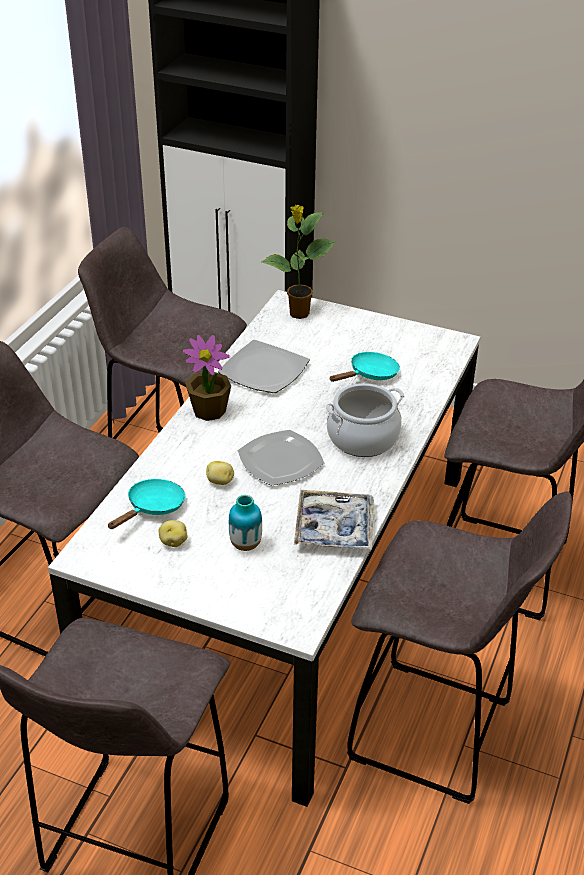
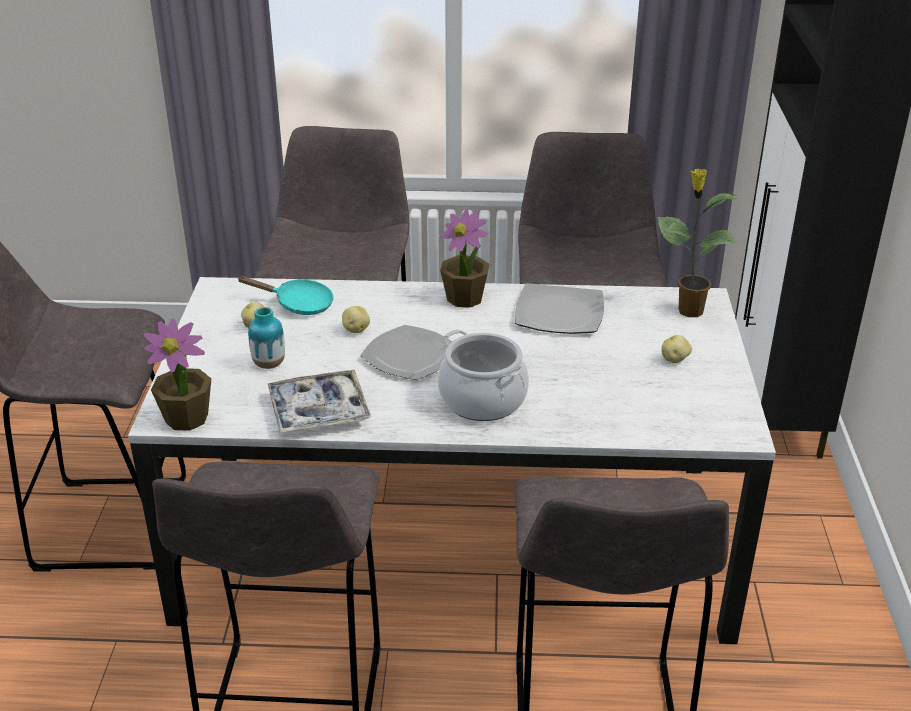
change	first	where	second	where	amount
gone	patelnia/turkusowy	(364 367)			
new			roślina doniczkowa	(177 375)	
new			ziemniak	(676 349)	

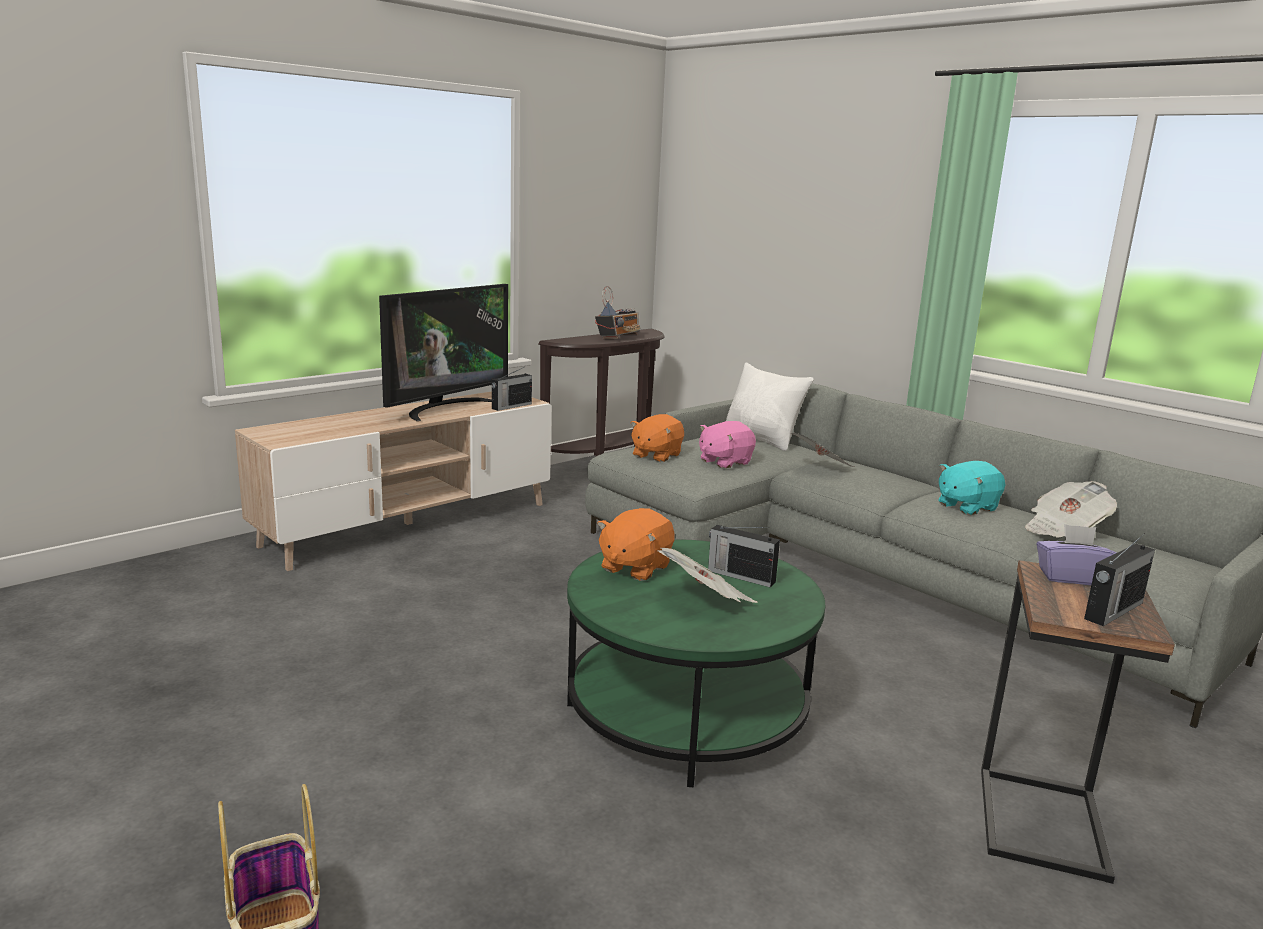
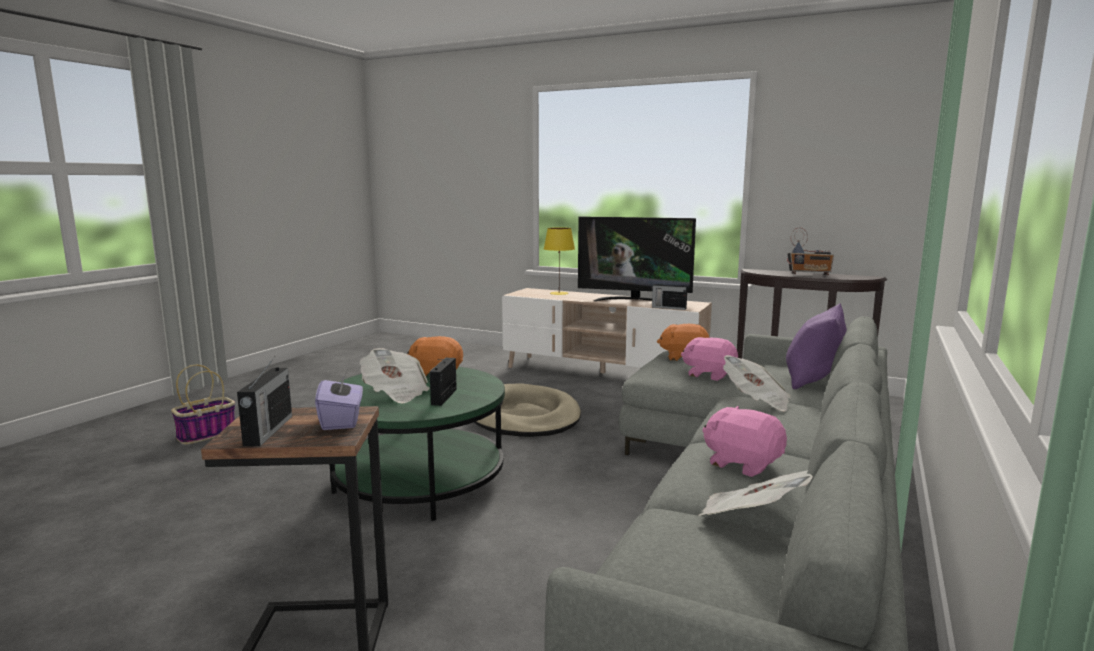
change	first	where	second	where	amount
new			legowisko/beżowy	(527 410)	
new			lampa stołowa/żółty	(559 261)	
repainted	poduszka/biały	(770 407)	poduszka/fioletowy	(816 346)	
repainted	pluszak/turkusowy	(972 488)	pluszak/różowy	(744 441)	
rotated	radio	(1119 579)		(264 401)	120 degrees counterclockwise

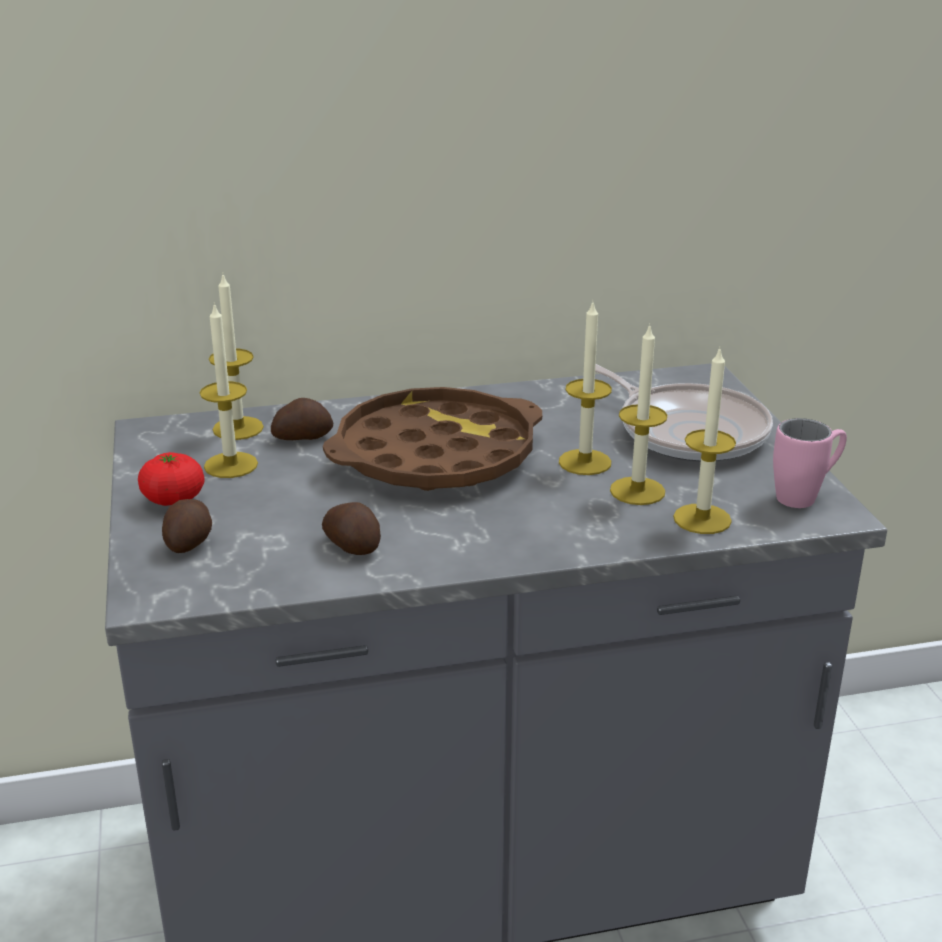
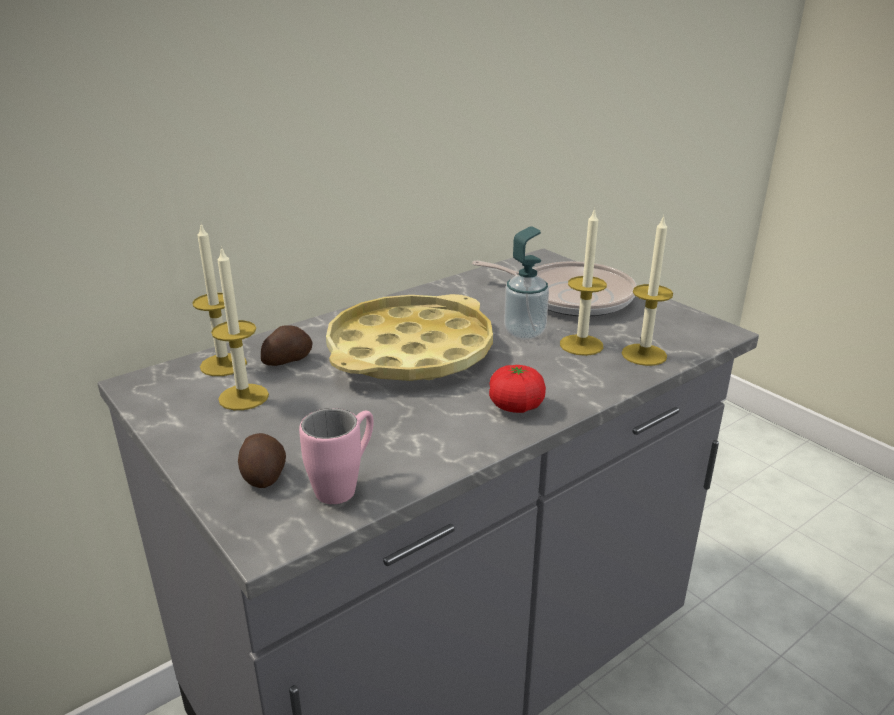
change	first	where	second	where	amount
gone	ziemniak	(351 528)			
shifted	pomidor	(171 479)		(517 389)	
shifted	kubek/różowy	(810 463)		(336 456)	
swapped	świeca	(585 389)	dozownik mydła	(526 283)	
repainted	taca/brązowy	(432 439)	taca/żółty	(409 337)	

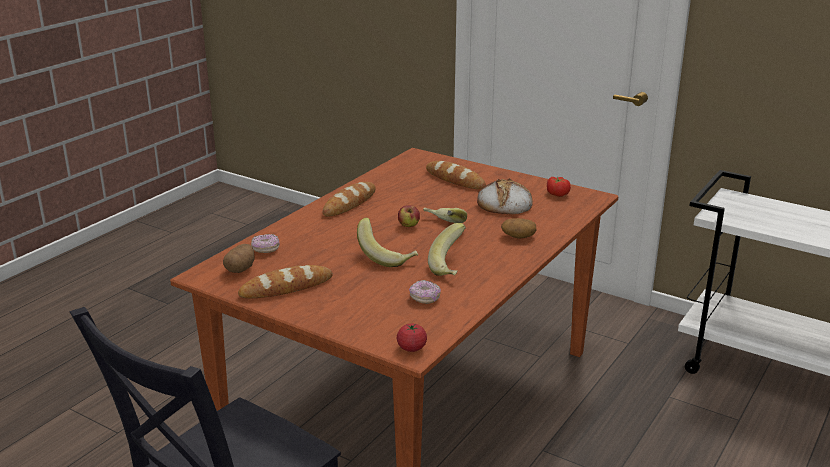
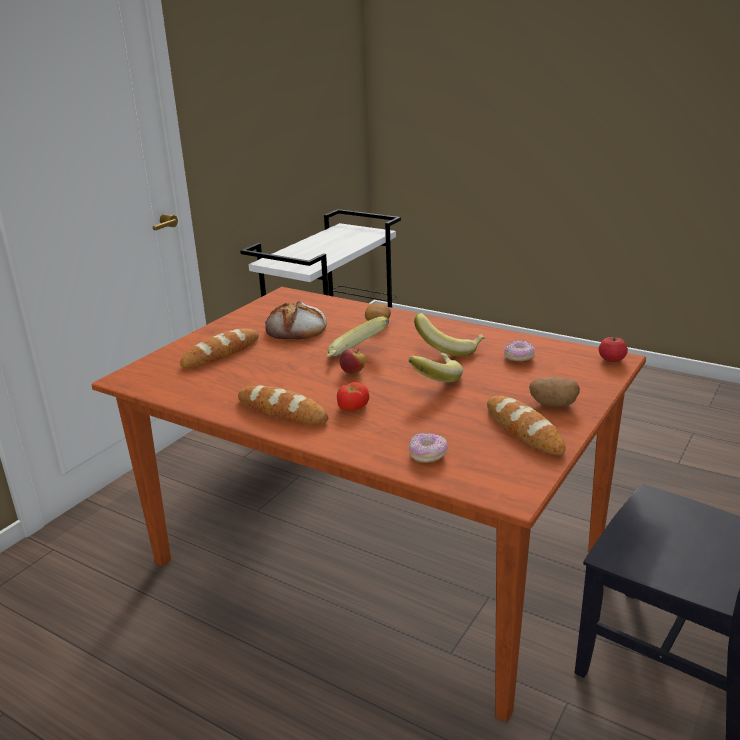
change	first	where	second	where	amount
shifted	ziemniak	(239 258)		(554 392)	
shifted	pomidor	(559 187)		(353 396)	

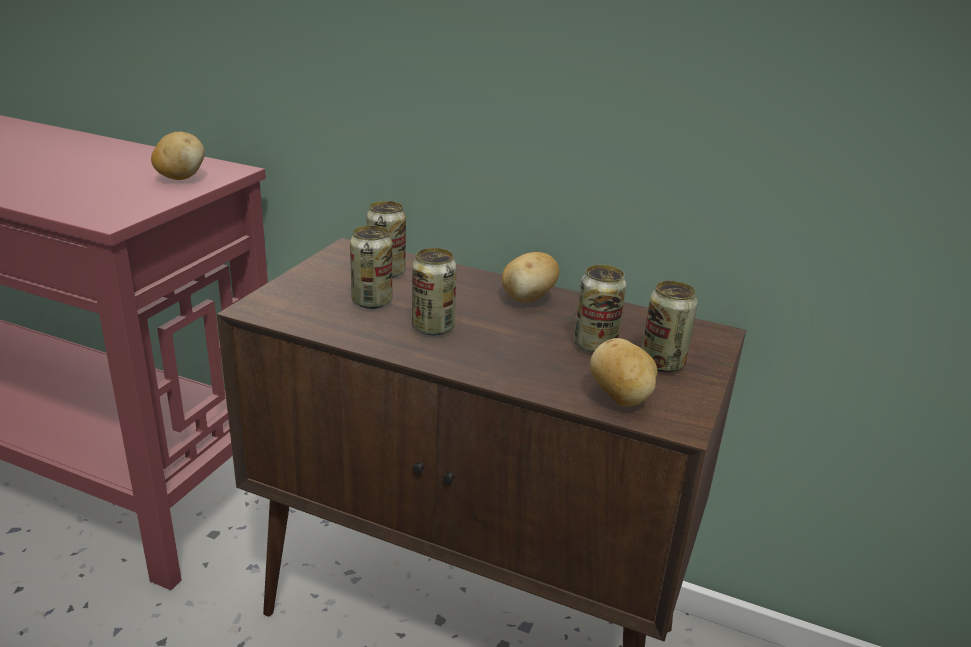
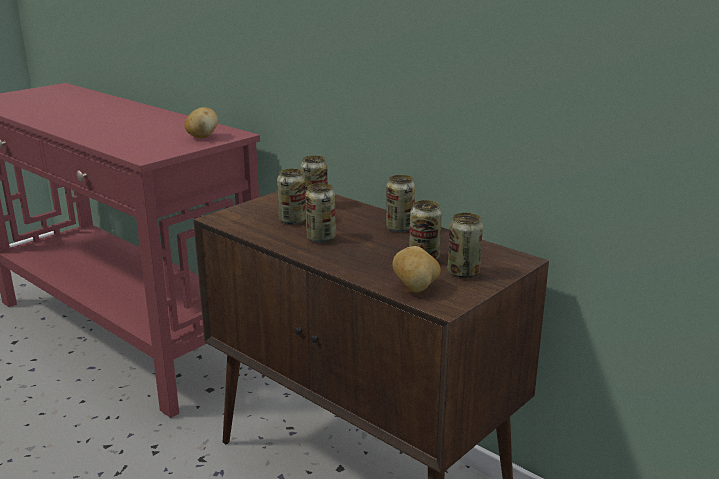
change	first	where	second	where	amount
swapped	ziemniak	(530 277)	puszka	(400 203)	

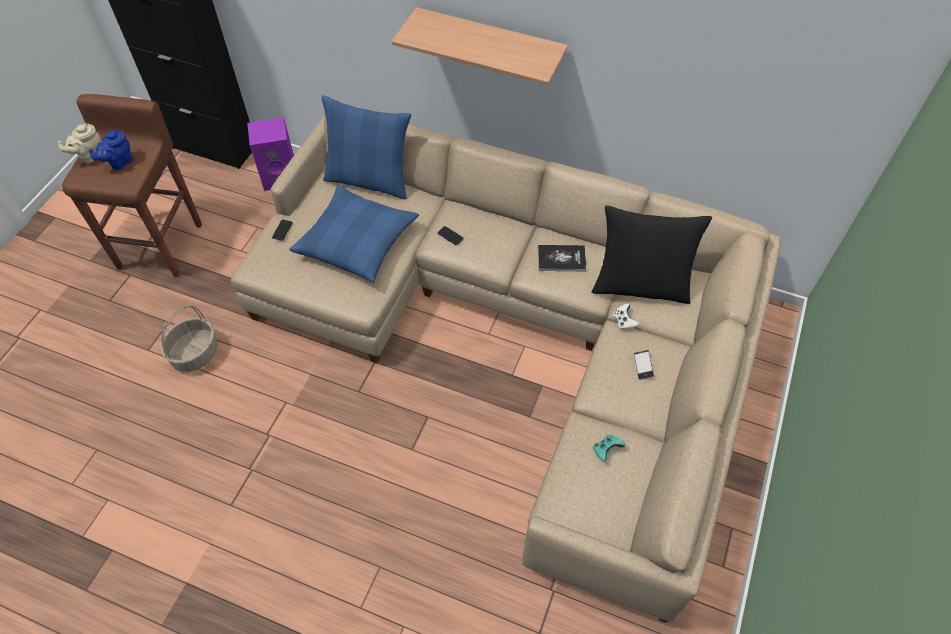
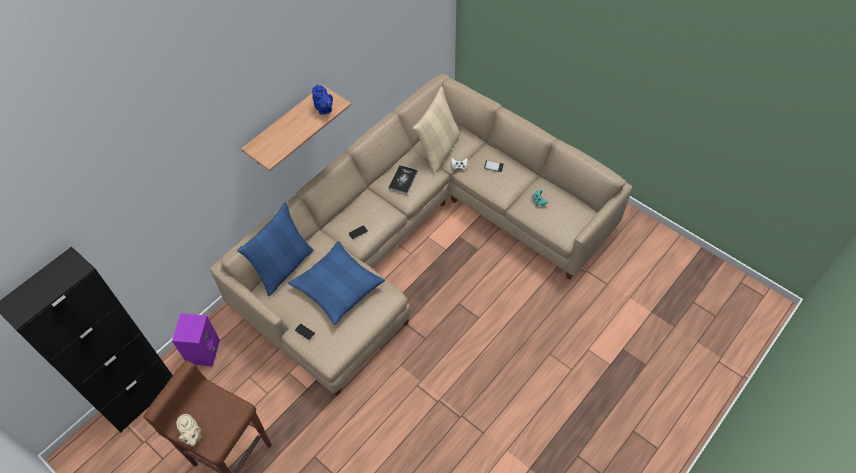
change	first	where	second	where	amount
gone	koszyk	(189 338)			
shifted	imbryk/niebieski	(111 150)		(322 100)	
repainted	poduszka/czarny	(651 254)	poduszka/beżowy	(437 130)	

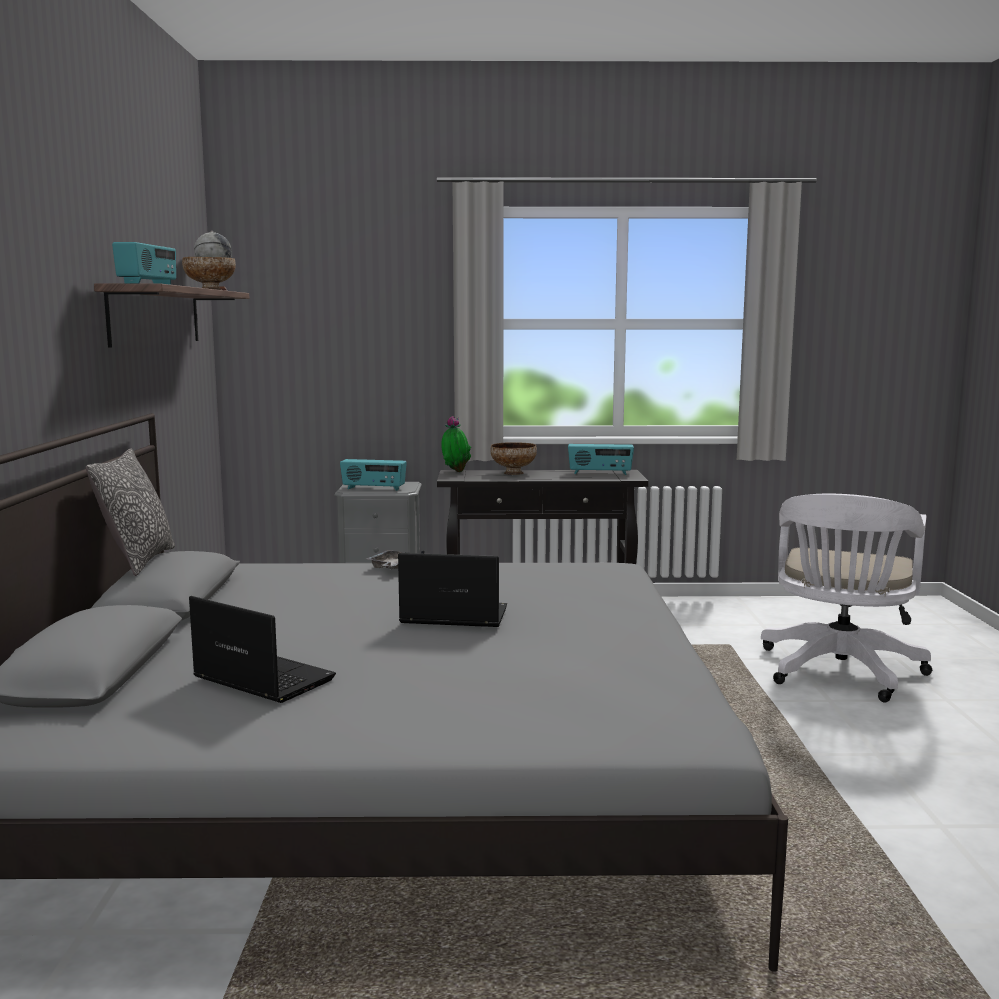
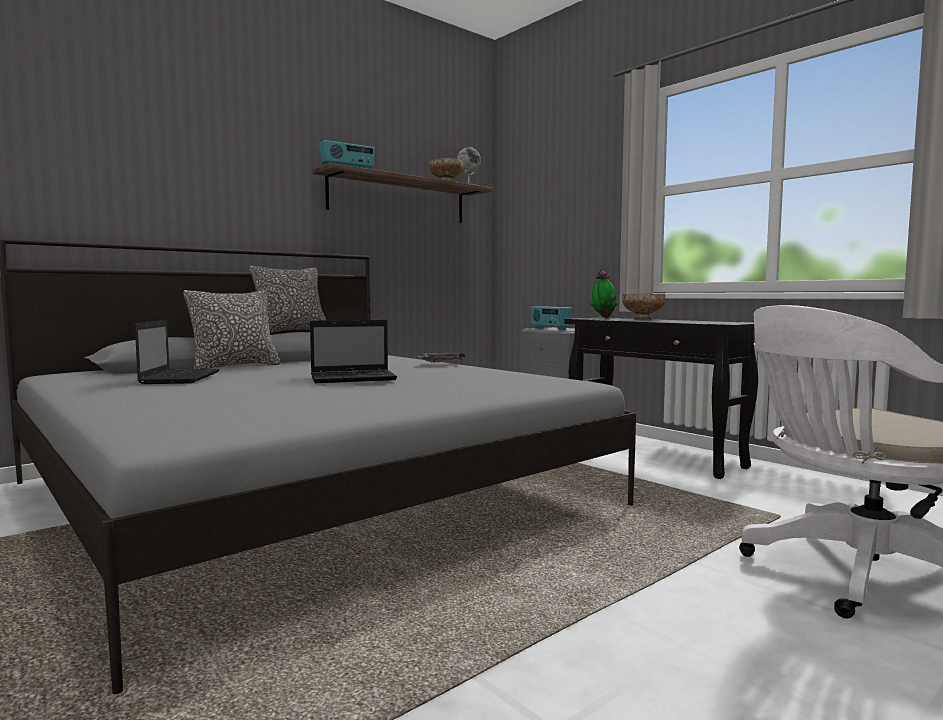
change	first	where	second	where	amount
gone	radio	(601 459)			
new			poduszka	(231 329)	
rotated	laptop	(452 590)		(353 351)	105 degrees clockwise

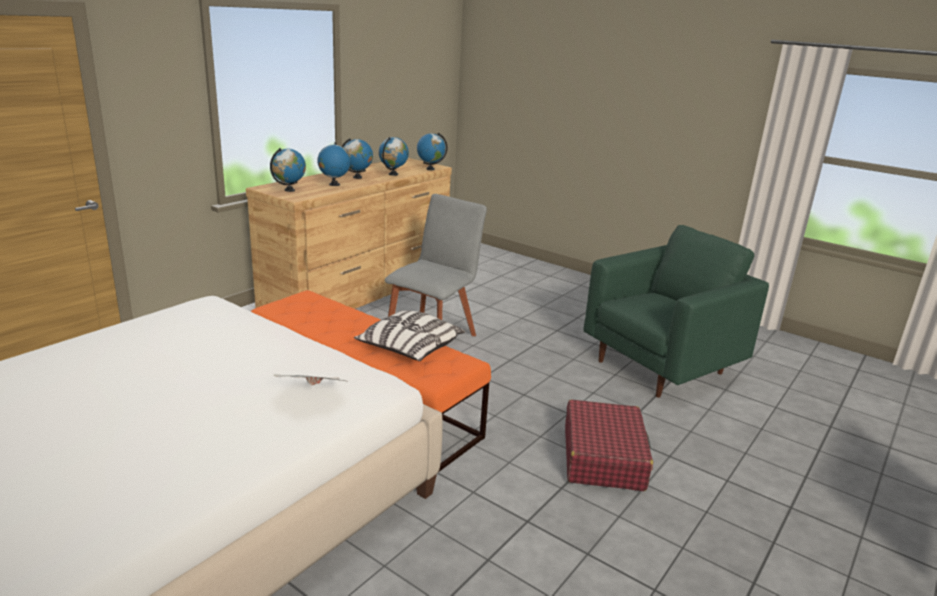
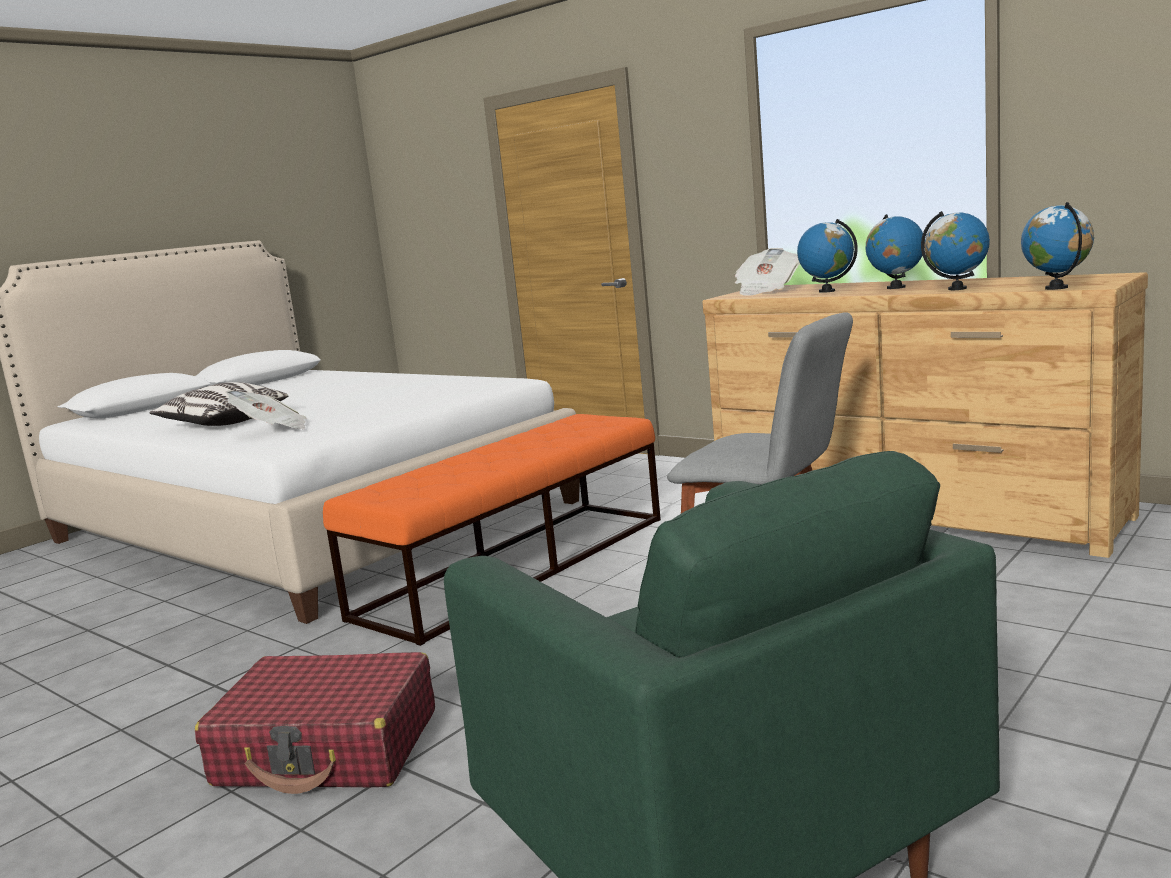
change	first	where	second	where	amount
shifted	poduszka	(409 335)		(218 404)	
swapped	globus	(288 170)	gazeta	(767 272)	

